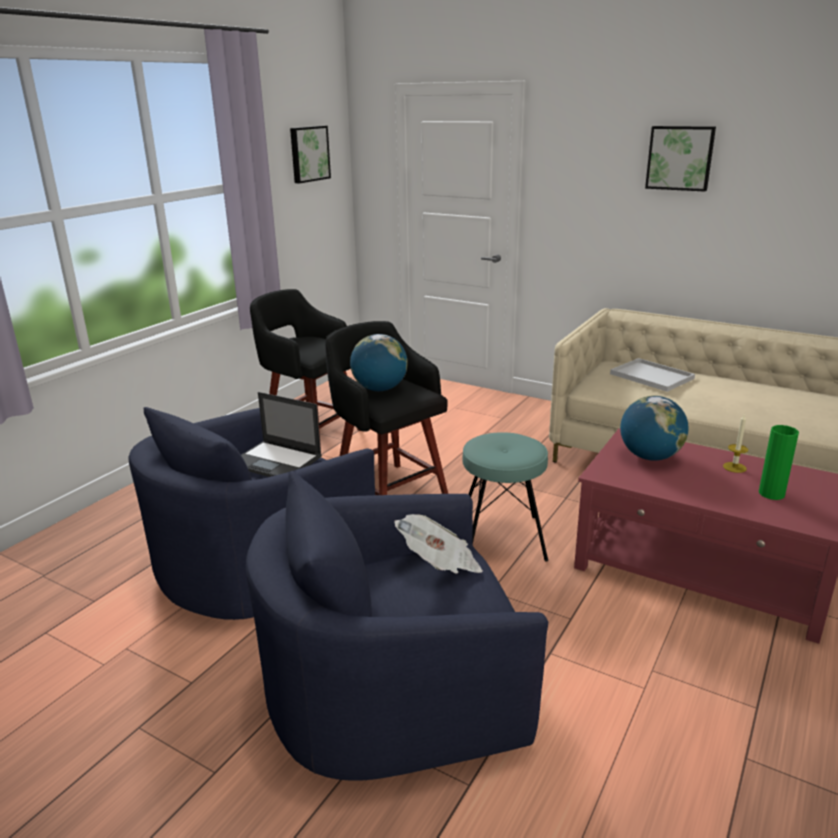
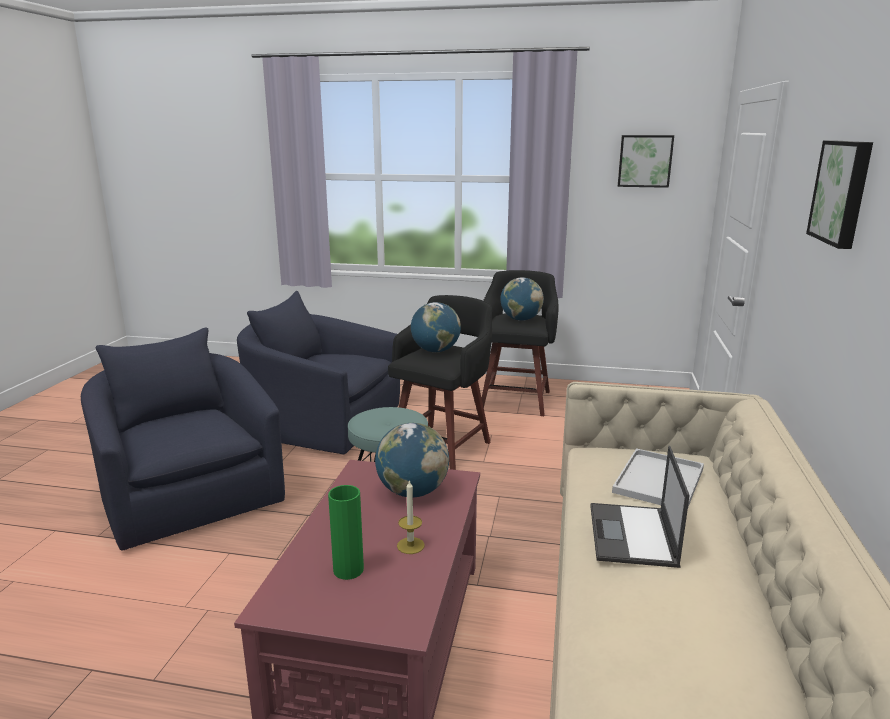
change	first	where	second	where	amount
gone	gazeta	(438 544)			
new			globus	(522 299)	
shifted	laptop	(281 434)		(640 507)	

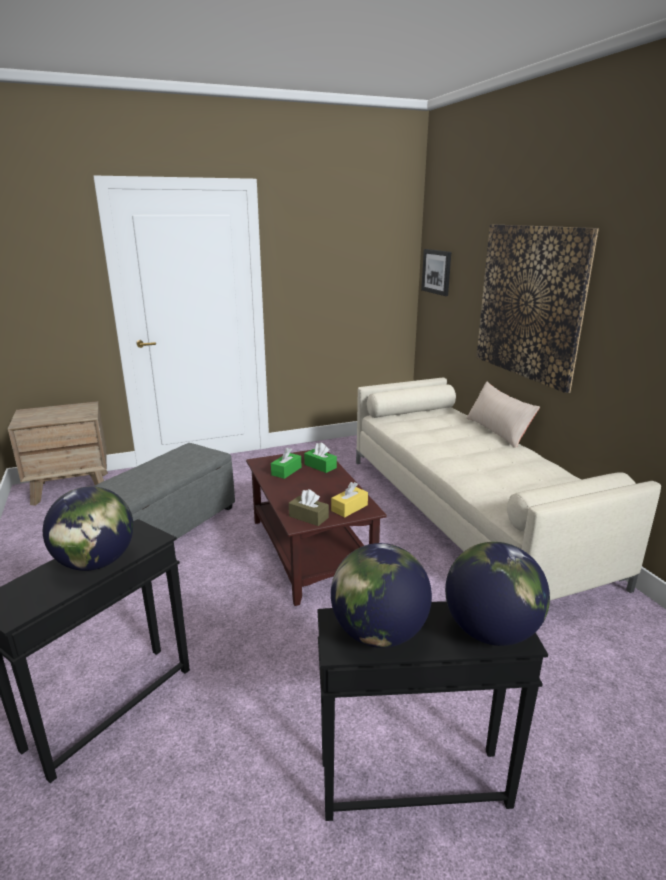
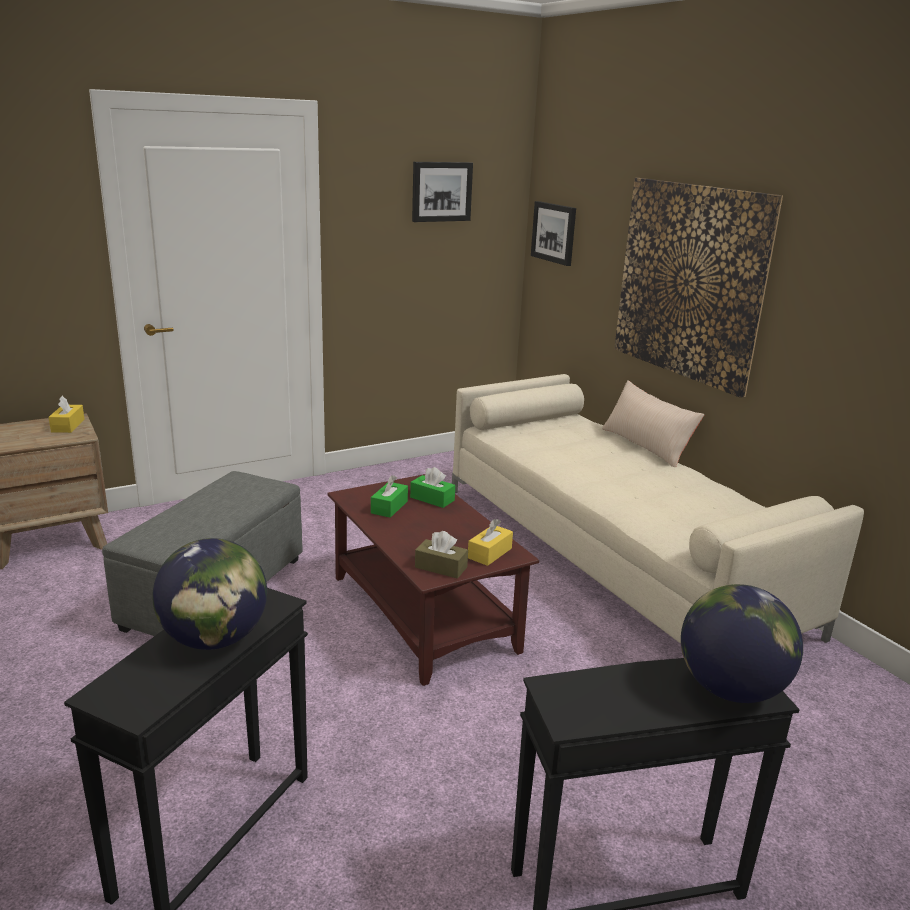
change	first	where	second	where	amount
gone	globus	(381 595)			
new			pudełko chusteczek/żółty	(67 414)	
new			obraz	(442 192)	

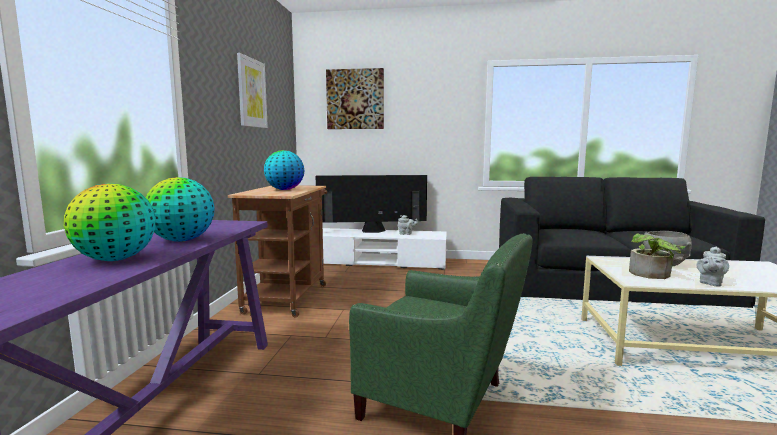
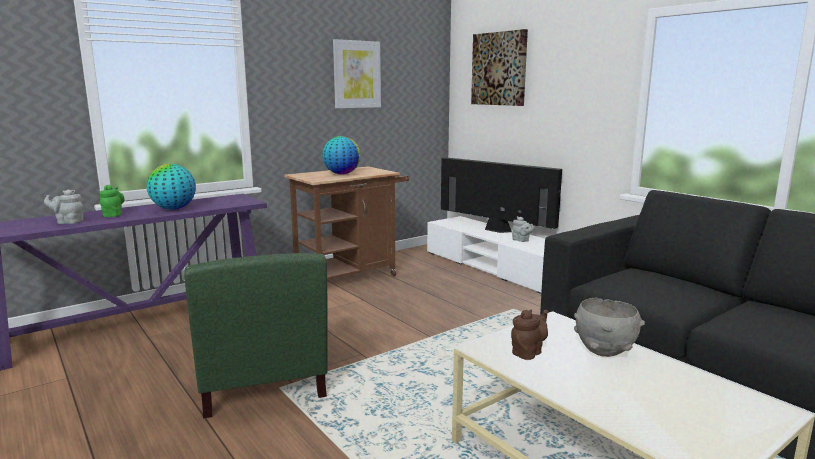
change	first	where	second	where	amount
shifted	imbryk/szary	(713 266)		(64 206)	
swapped	globus	(110 222)	imbryk/zielony	(112 201)	
swapped	roślina doniczkowa	(657 256)	imbryk/brązowy	(529 334)	

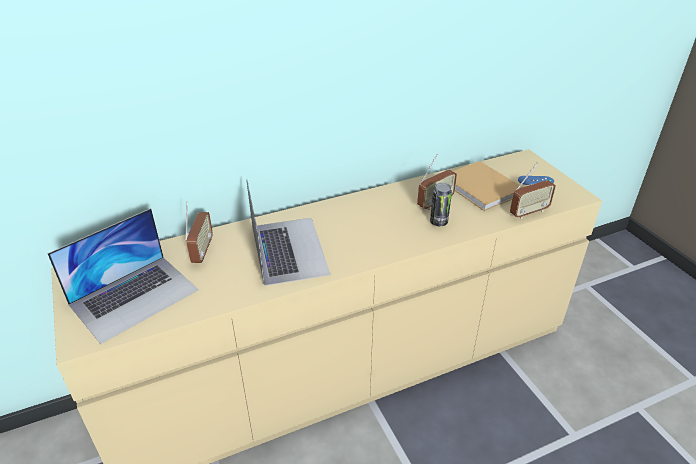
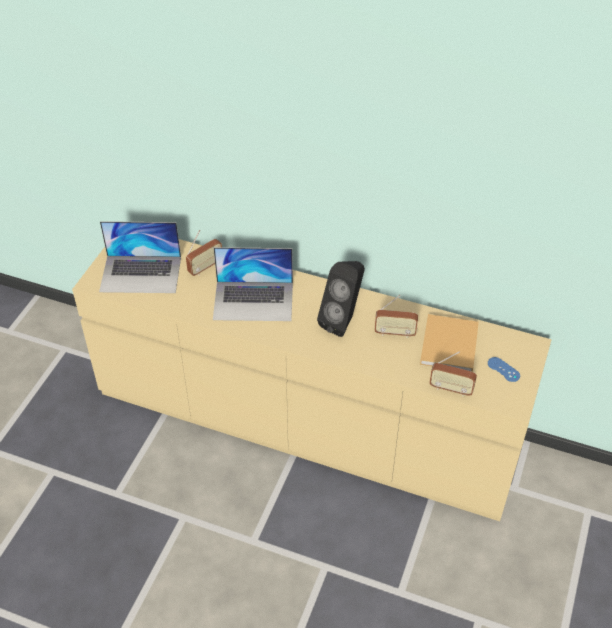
change	first	where	second	where	amount
gone	puszka	(441 204)			
new			głośnik/czarny	(341 299)	
rotated	laptop	(288 232)		(253 284)	60 degrees clockwise

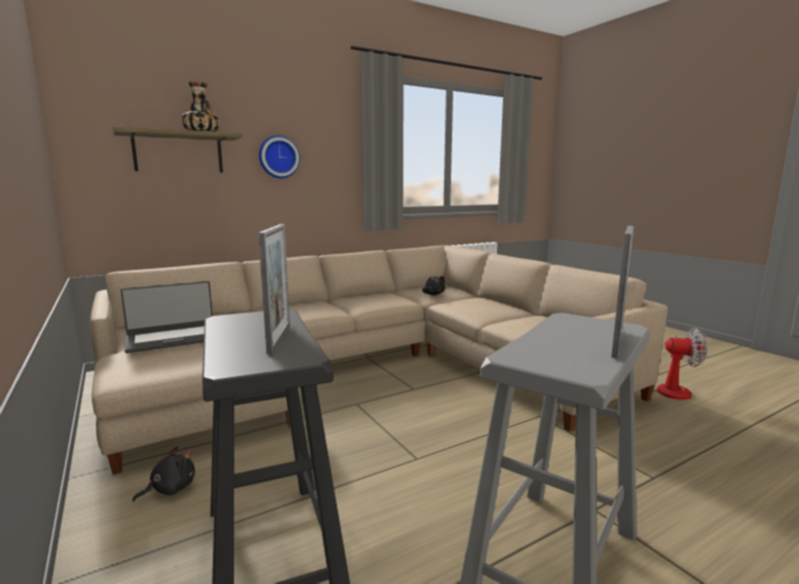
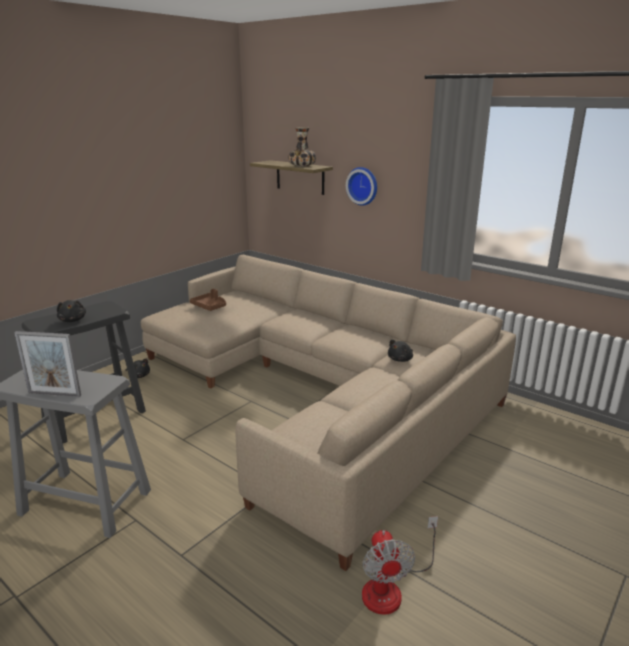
change	first	where	second	where	amount
swapped	laptop	(166 317)	taca/brązowy	(208 300)	
swapped	ramka na zdjęcie	(274 289)	pluszak/czarny	(71 311)	

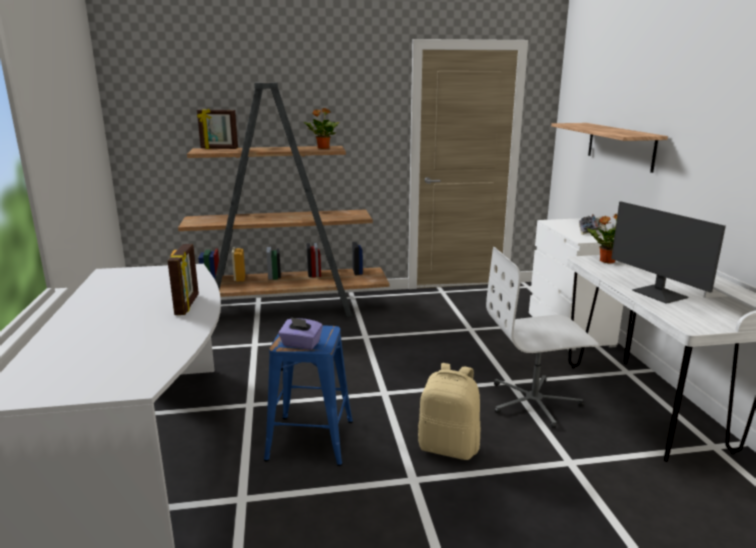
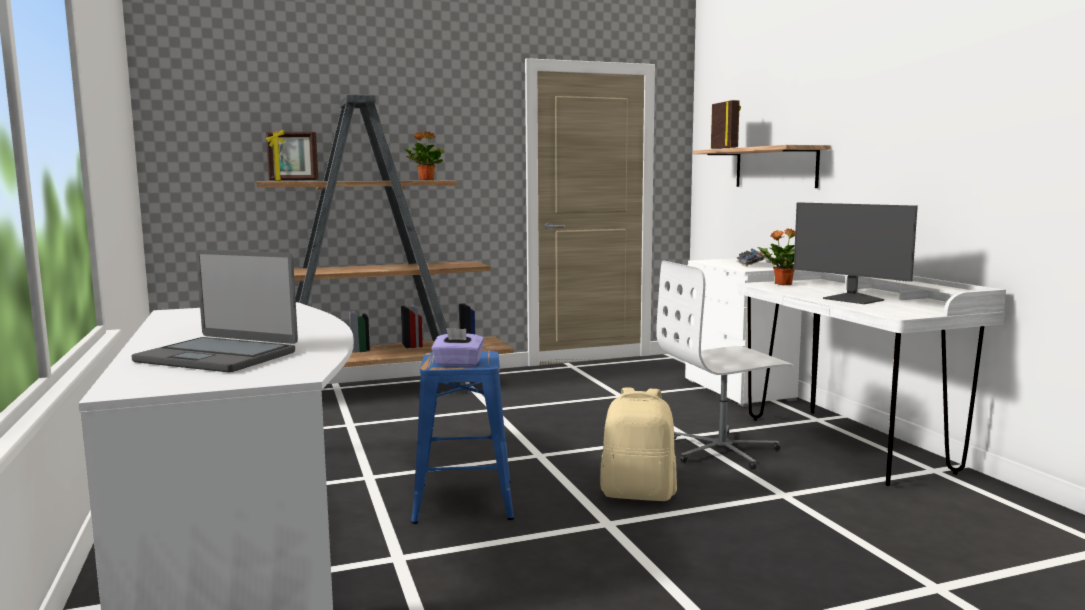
change	first	where	second	where	amount
new			laptop	(214 311)	
shifted	ramka na zdjęcie	(183 279)		(726 124)	

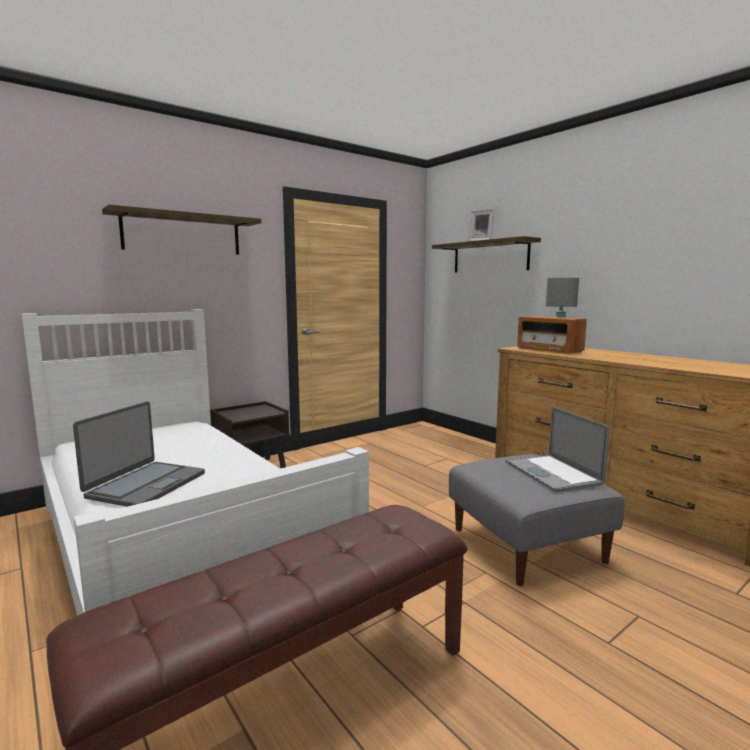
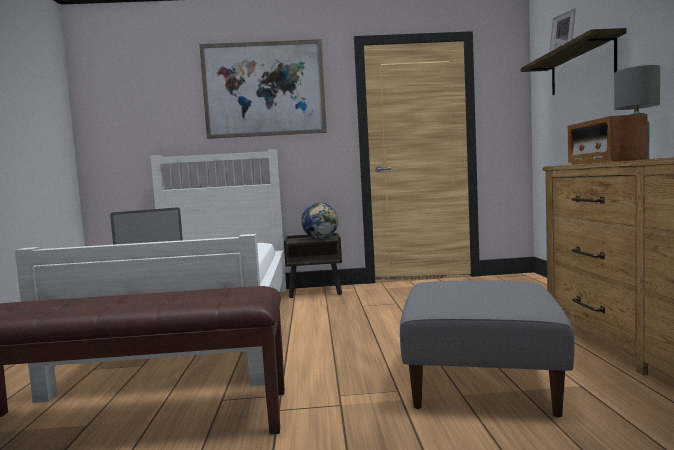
change	first	where	second	where	amount
gone	laptop	(558 449)			
new			globus	(319 221)	
swapped	półka	(182 229)	obraz	(263 89)	

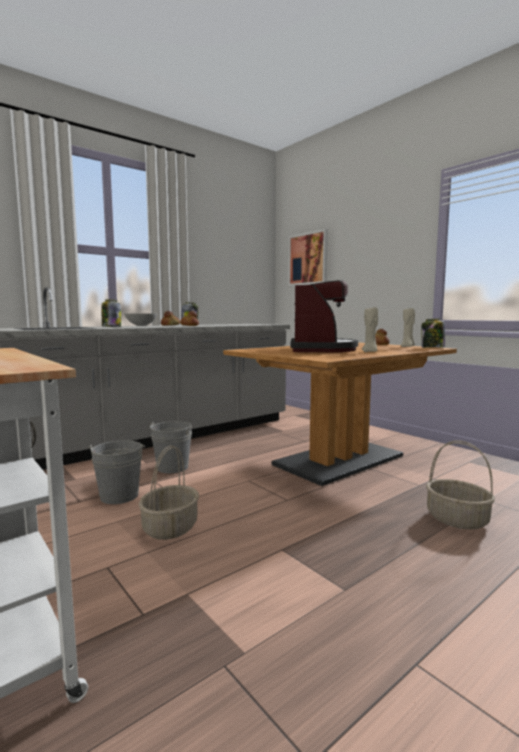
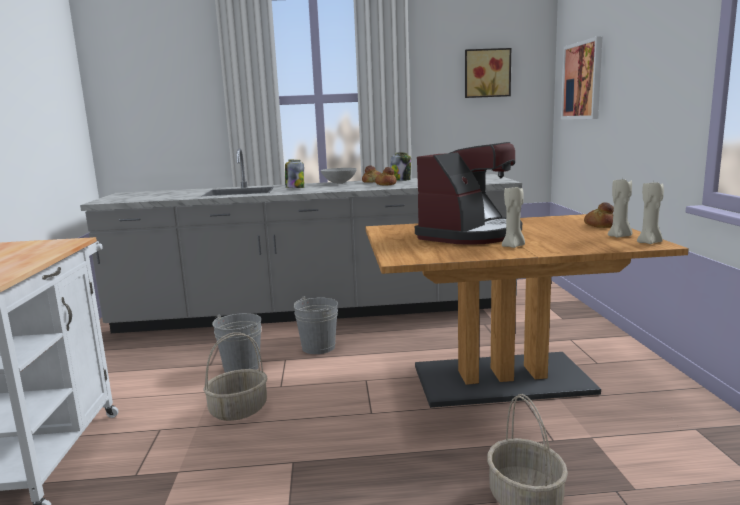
change	first	where	second	where	amount
new			obraz	(488 73)	
swapped	słoik	(433 333)	świeca/beżowy	(650 212)	

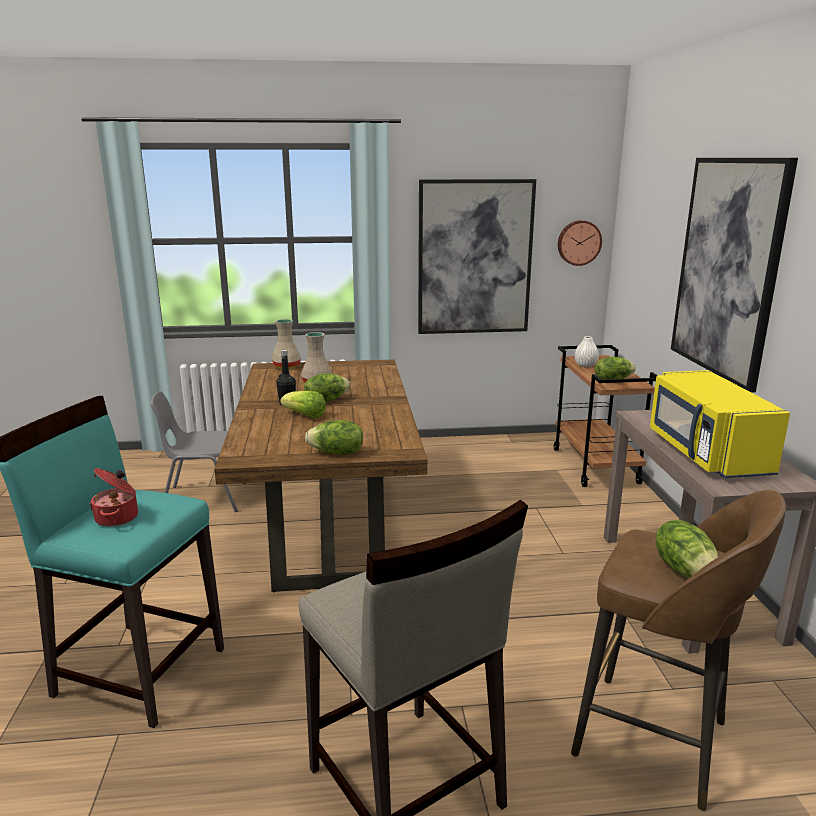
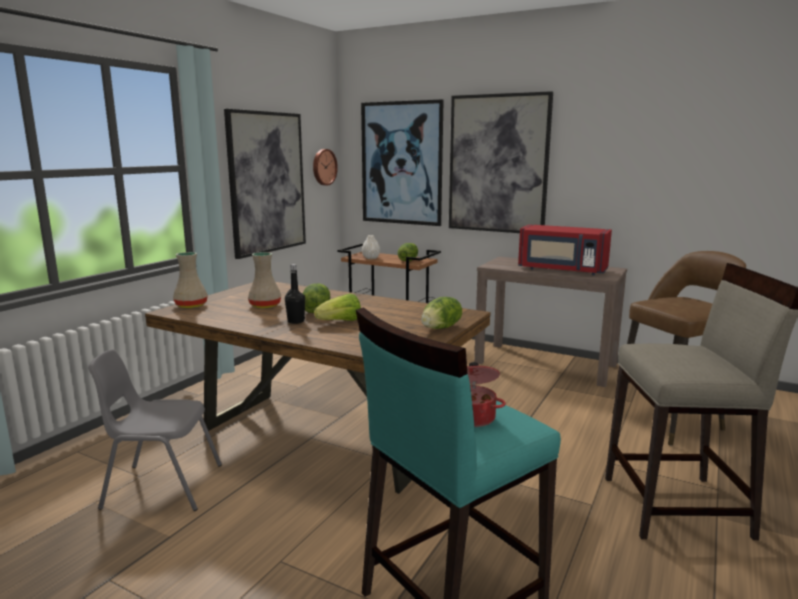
change	first	where	second	where	amount
gone	sałata	(687 549)			
new			obraz	(402 162)	
repainted	mikrofalówka/żółty	(720 424)	mikrofalówka/czerwony	(565 250)	
rotated	krzesło/szary	(198 451)		(155 430)	60 degrees clockwise

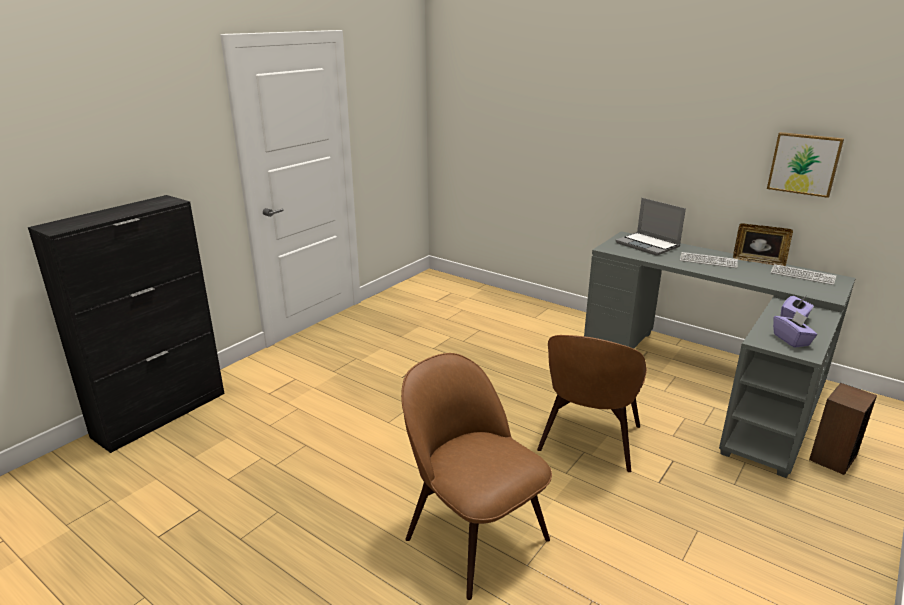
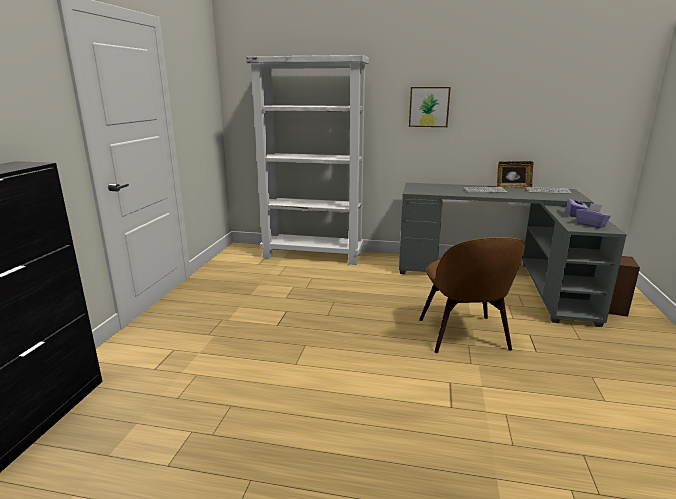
change	first	where	second	where	amount
gone	krzesło/brązowy	(476 476)			
gone	laptop	(650 227)			
new			regał/biały	(307 160)	
shifted	obraz	(805 165)		(430 107)	

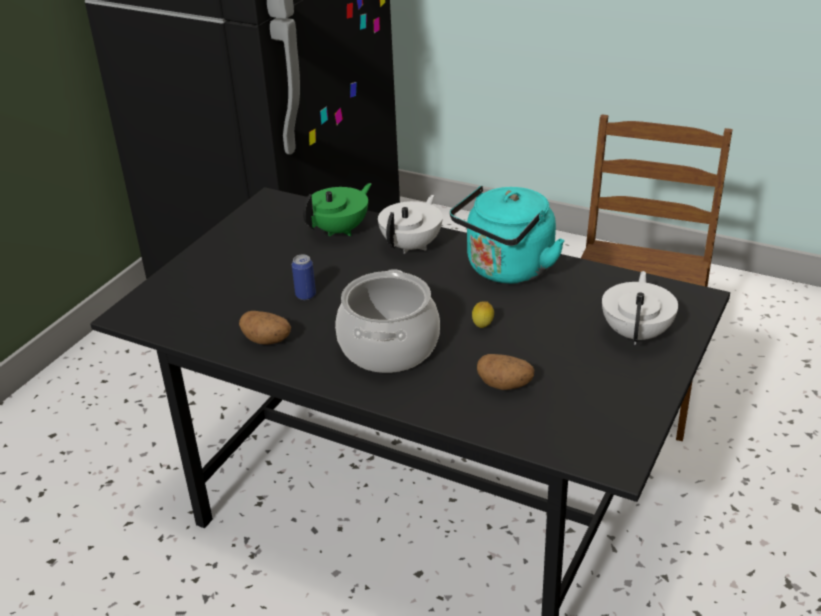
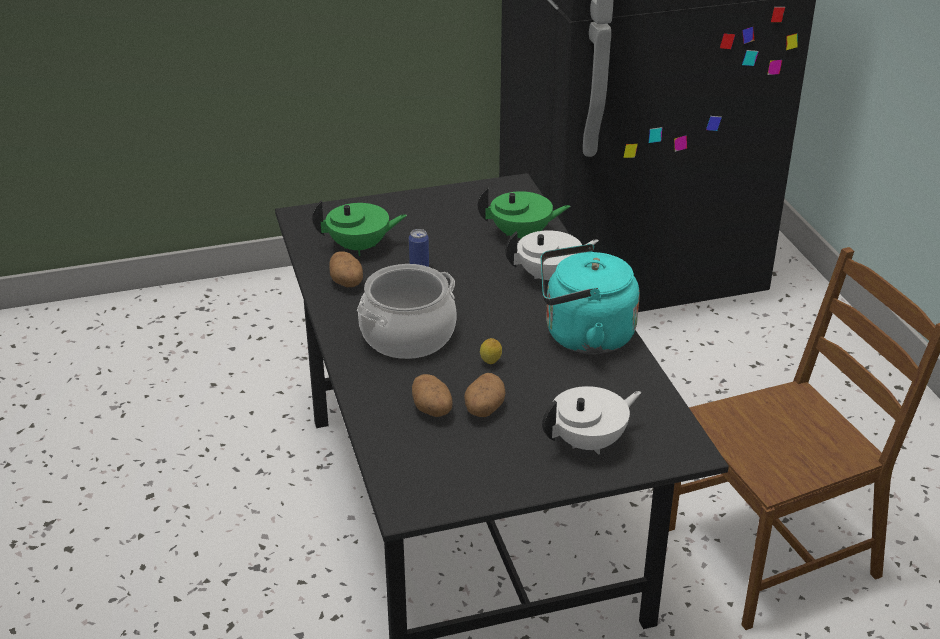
change	first	where	second	where	amount
new			imbryk/zielony	(359 228)	
new			ziemniak	(485 395)	

